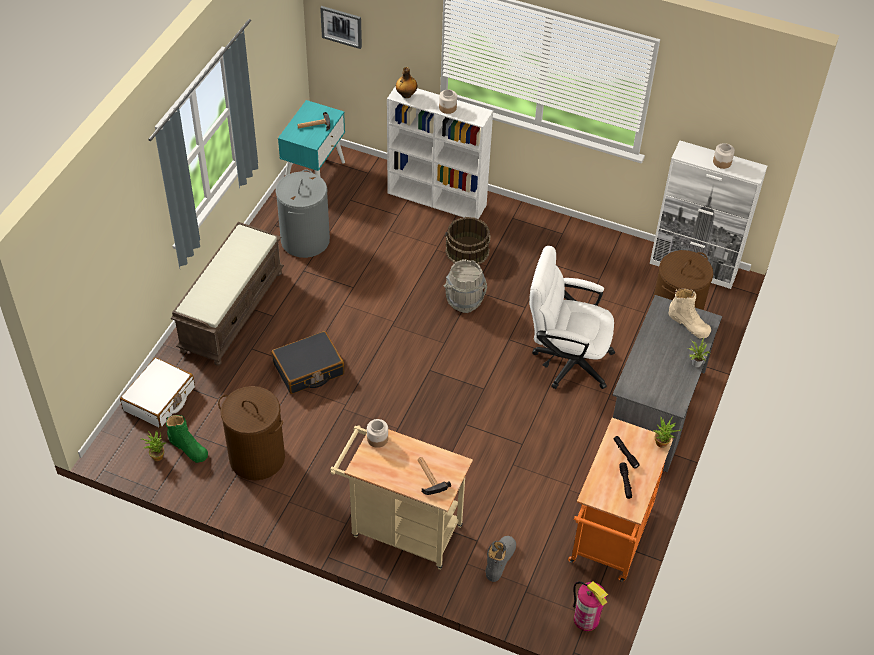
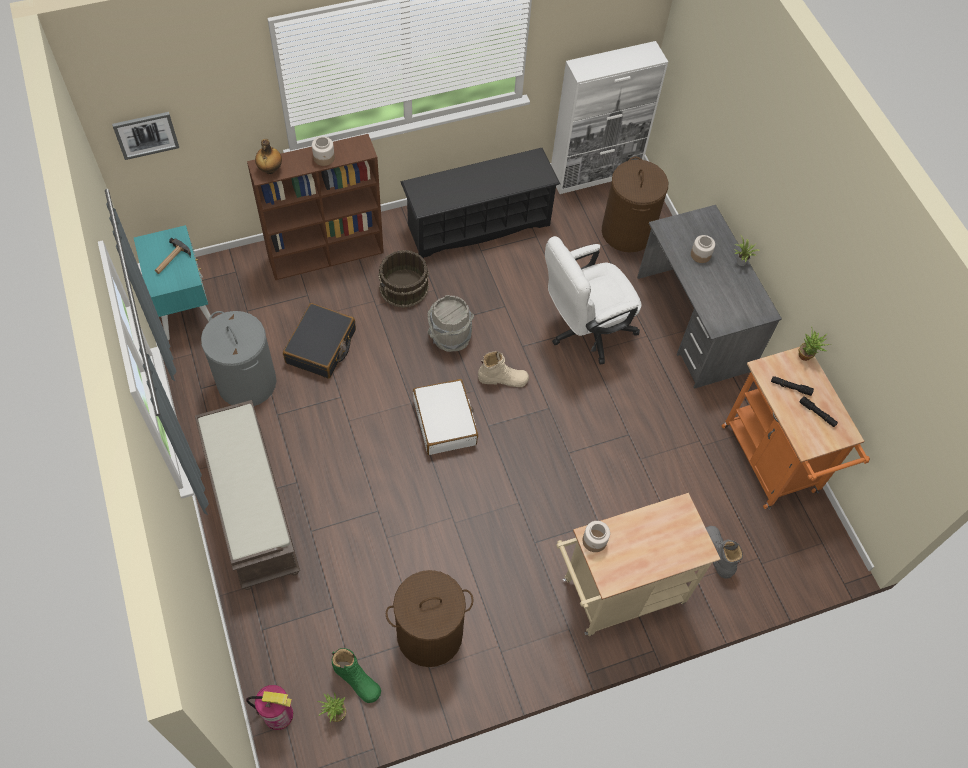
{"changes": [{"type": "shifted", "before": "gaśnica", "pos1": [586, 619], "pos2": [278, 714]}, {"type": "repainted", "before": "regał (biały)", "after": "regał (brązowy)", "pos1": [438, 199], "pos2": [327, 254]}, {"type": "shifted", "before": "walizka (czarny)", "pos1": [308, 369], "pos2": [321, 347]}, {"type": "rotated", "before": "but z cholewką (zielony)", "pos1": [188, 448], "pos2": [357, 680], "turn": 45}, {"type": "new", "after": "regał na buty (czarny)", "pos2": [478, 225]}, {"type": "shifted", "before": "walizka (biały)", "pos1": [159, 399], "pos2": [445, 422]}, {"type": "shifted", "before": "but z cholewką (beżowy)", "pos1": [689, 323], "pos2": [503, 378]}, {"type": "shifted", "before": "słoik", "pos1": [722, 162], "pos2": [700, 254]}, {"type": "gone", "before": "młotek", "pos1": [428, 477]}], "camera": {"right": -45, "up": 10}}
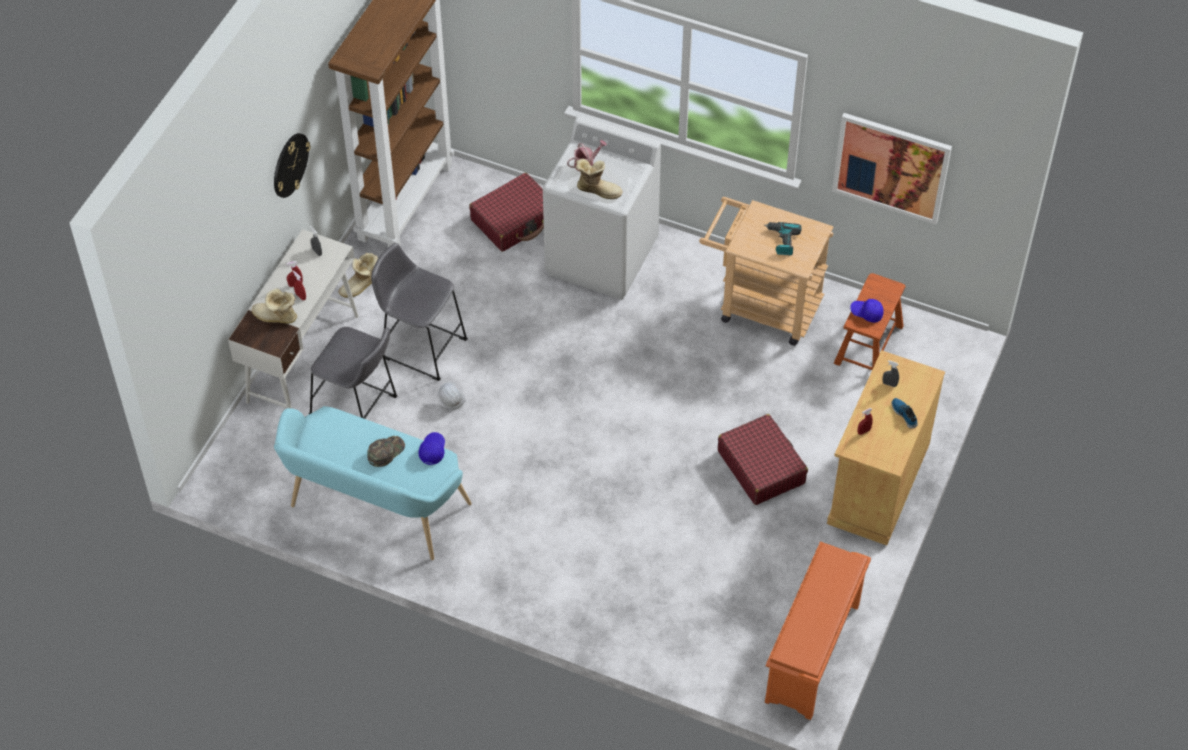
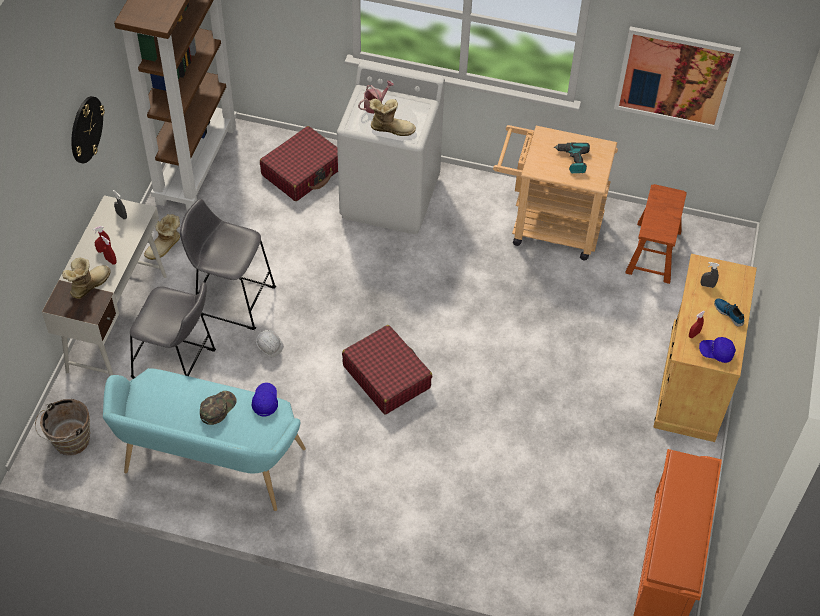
{"changes": [{"type": "new", "after": "wiadro (brązowy)", "pos2": [69, 441]}, {"type": "rotated", "before": "but z cholewką", "pos1": [276, 318], "pos2": [88, 285], "turn": 120}, {"type": "shifted", "before": "walizka (czerwony)", "pos1": [761, 466], "pos2": [386, 376]}, {"type": "shifted", "before": "czapka z daszkiem (niebieski)", "pos1": [866, 313], "pos2": [716, 353]}], "camera": {"right": -10, "up": 0}}
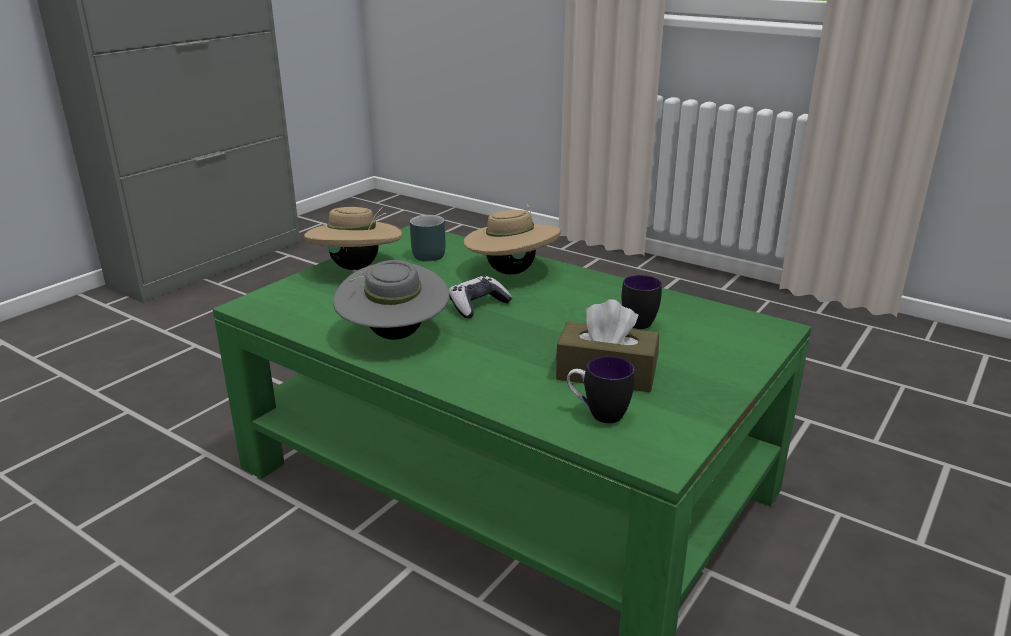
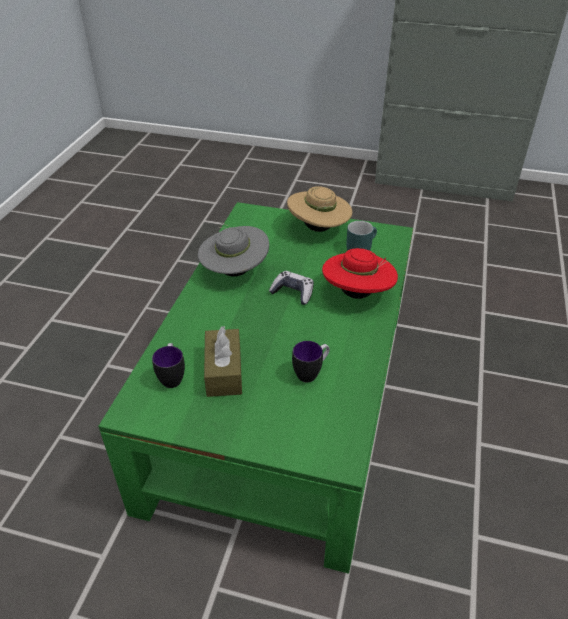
{"changes": [{"type": "repainted", "before": "kapelusz (beżowy)", "after": "kapelusz (czerwony)", "pos1": [511, 271], "pos2": [357, 294]}], "camera": {"right": 70, "up": 15}}
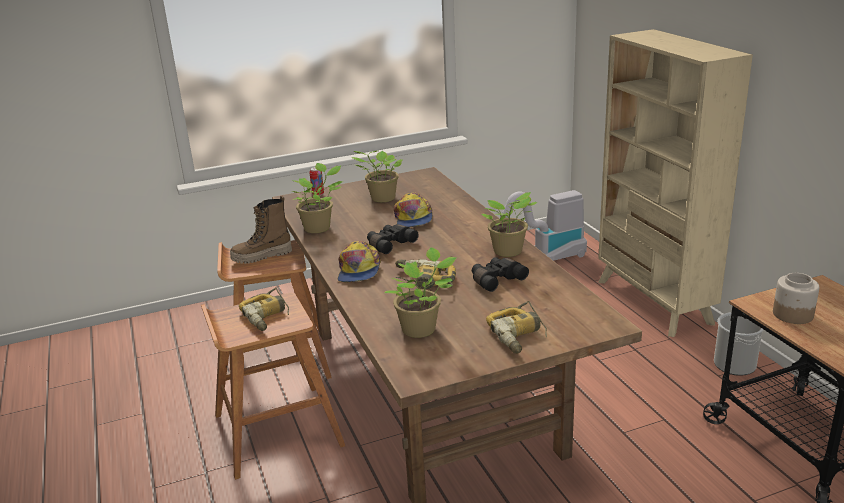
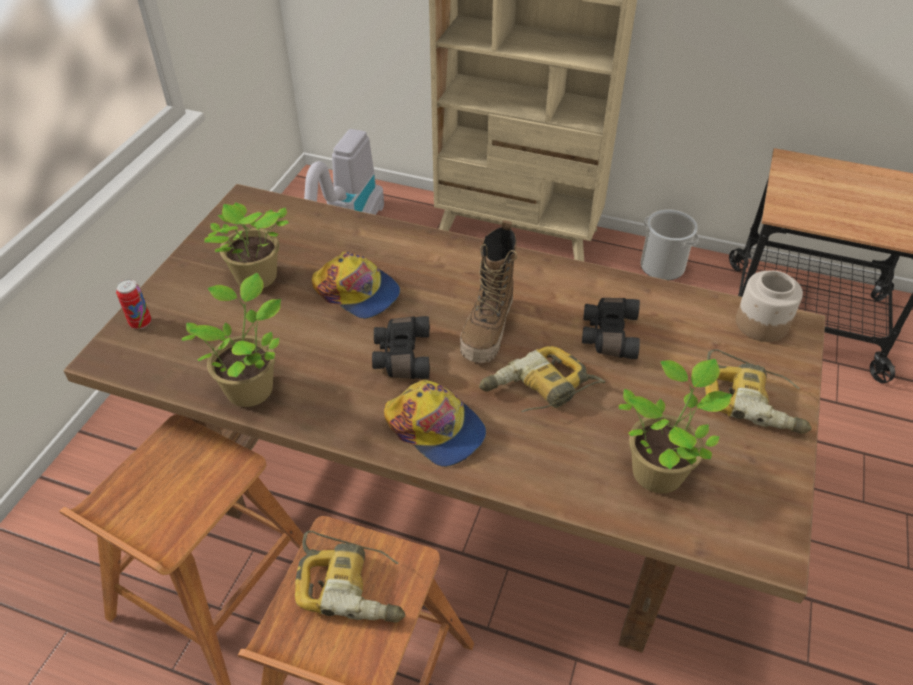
{"changes": [{"type": "shifted", "before": "but z cholewką", "pos1": [262, 256], "pos2": [488, 331]}, {"type": "shifted", "before": "słoik", "pos1": [792, 314], "pos2": [761, 324]}, {"type": "gone", "before": "roślina doniczkowa", "pos1": [508, 252]}], "camera": {"right": -50, "up": 20}}
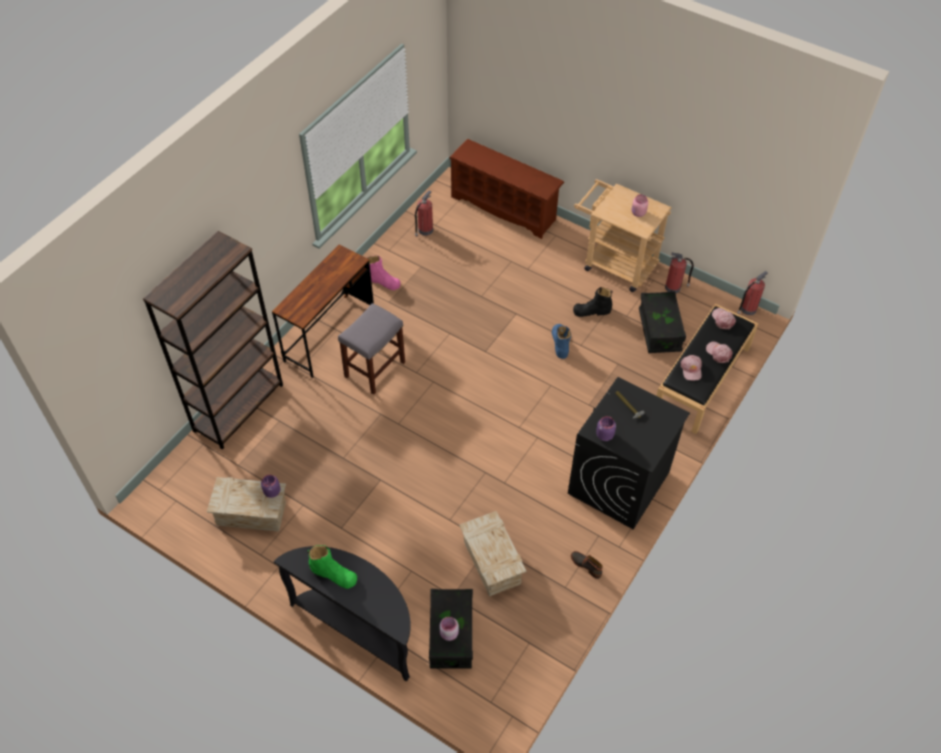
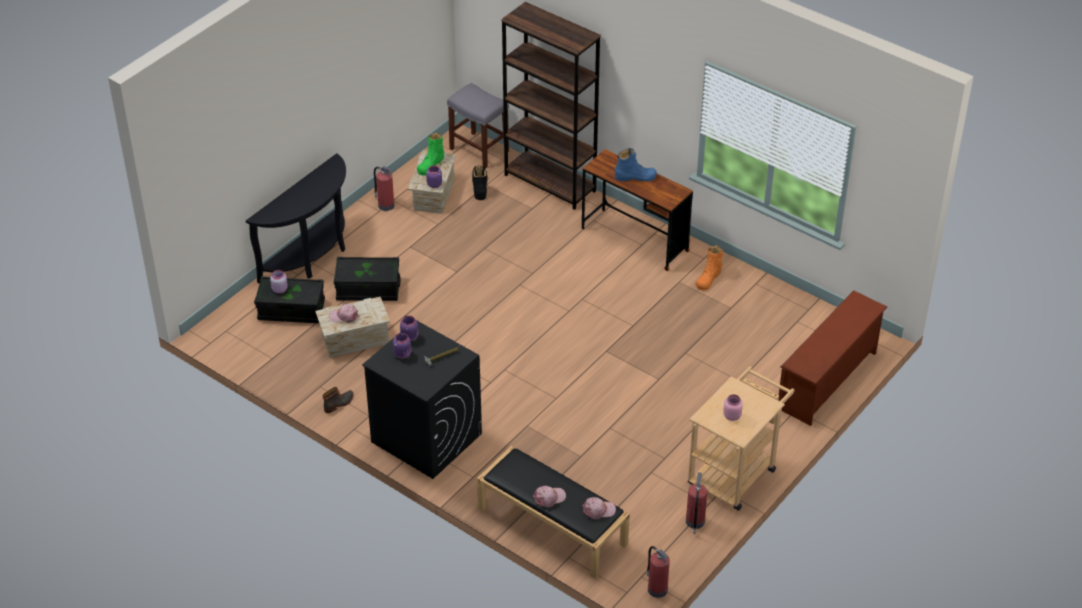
{"changes": [{"type": "shifted", "before": "czapka z daszkiem (różowy)", "pos1": [691, 369], "pos2": [344, 316]}, {"type": "shifted", "before": "pojemnik do przechowywania (czarny)", "pos1": [659, 330], "pos2": [368, 289]}, {"type": "shifted", "before": "gaśnica", "pos1": [425, 230], "pos2": [385, 205]}, {"type": "new", "after": "słoik (fioletowy)", "pos2": [403, 354]}, {"type": "shifted", "before": "but z cholewką (zielony)", "pos1": [333, 574], "pos2": [431, 164]}, {"type": "shifted", "before": "stołek (szary)", "pos1": [374, 370], "pos2": [478, 150]}, {"type": "shifted", "before": "but z cholewką (czarny)", "pos1": [592, 311], "pos2": [480, 187]}, {"type": "shifted", "before": "but z cholewką (niebieski)", "pos1": [560, 343], "pos2": [635, 177]}, {"type": "repainted", "before": "but z cholewką (różowy)", "after": "but z cholewką (pomarańczowy)", "pos1": [383, 281], "pos2": [708, 278]}], "camera": {"right": 95, "up": -10}}
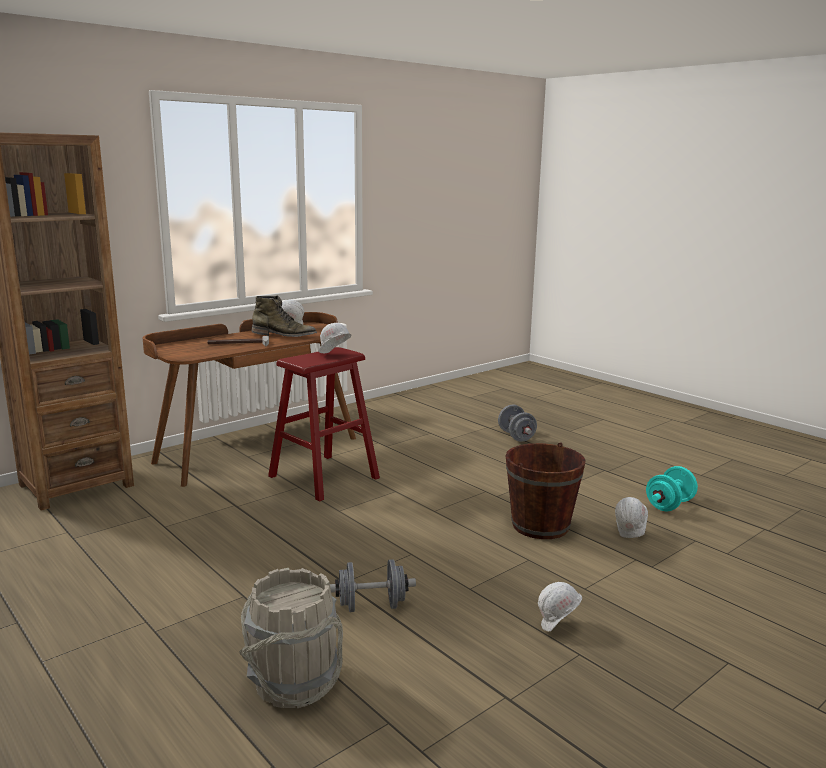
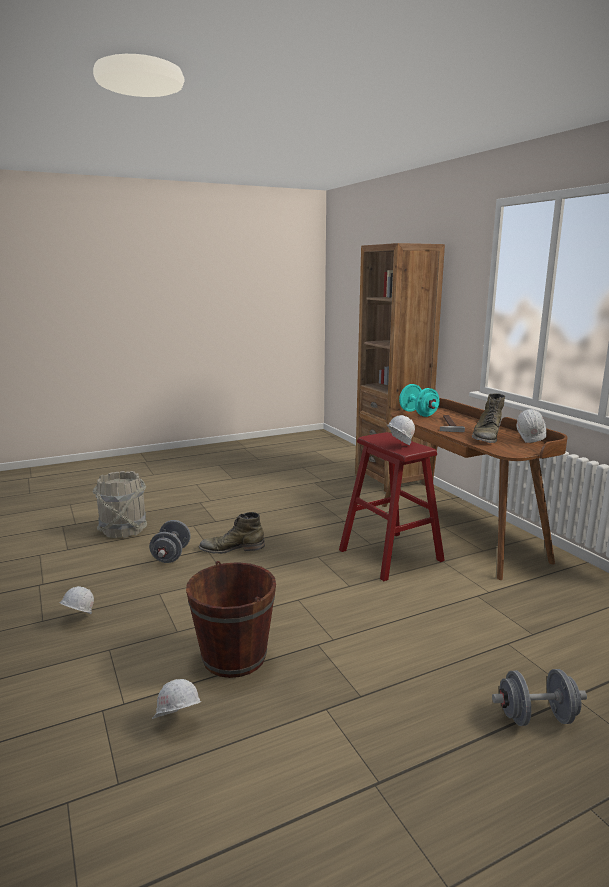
{"changes": [{"type": "new", "after": "but z cholewką (zielony)", "pos2": [232, 548]}, {"type": "shifted", "before": "hantel (turkusowy)", "pos1": [669, 505], "pos2": [418, 413]}], "camera": {"right": 105, "up": 0}}
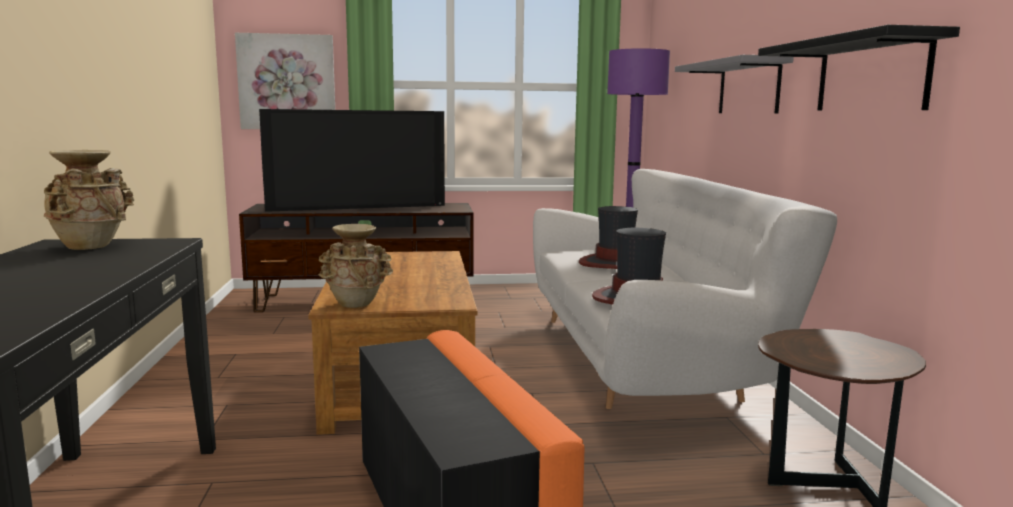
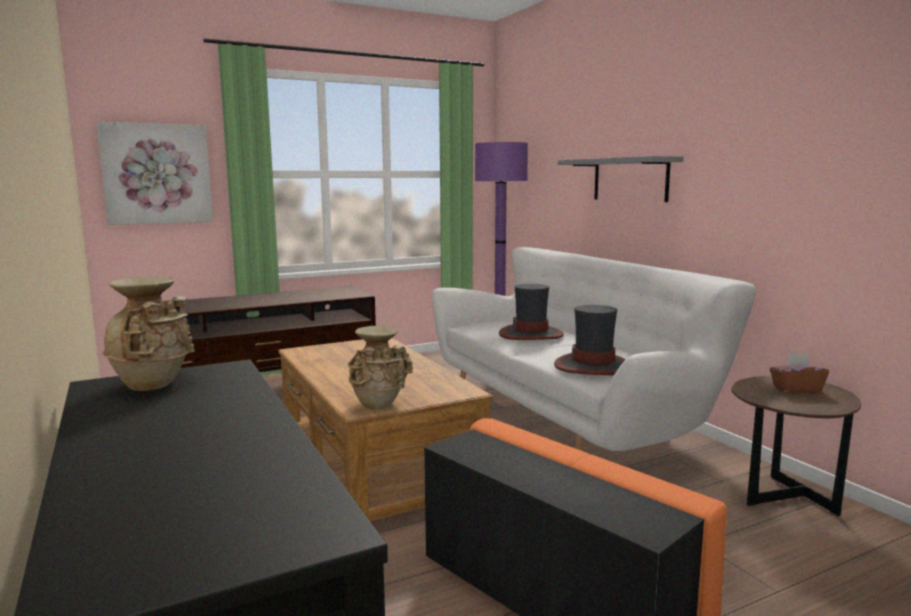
{"changes": [{"type": "new", "after": "pudełko chusteczek (brązowy)", "pos2": [796, 389]}, {"type": "gone", "before": "telewizor", "pos1": [357, 207]}, {"type": "gone", "before": "półka (czarny)", "pos1": [871, 75]}], "camera": {"right": -20, "up": 0}}
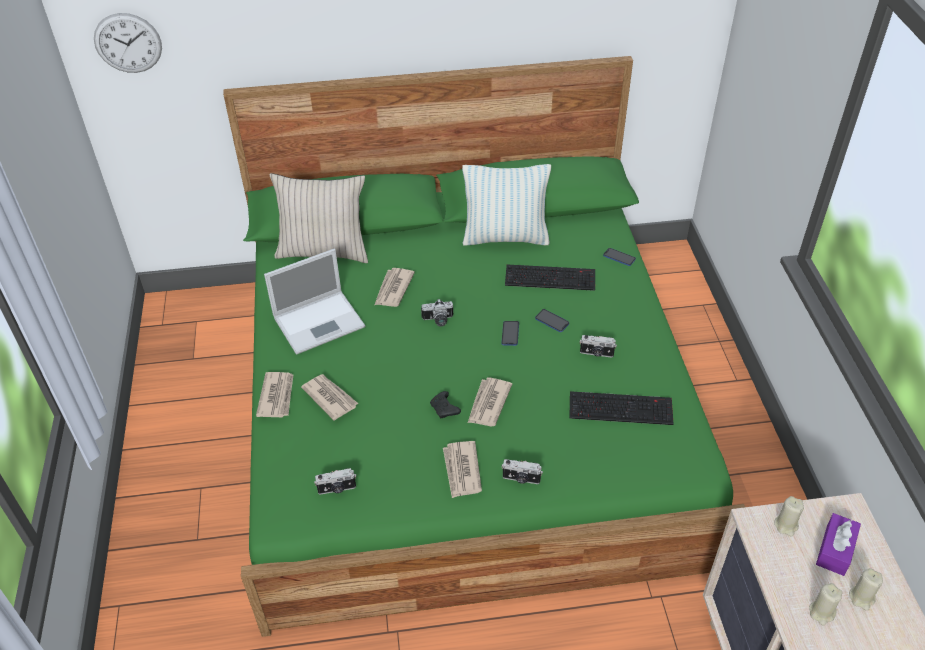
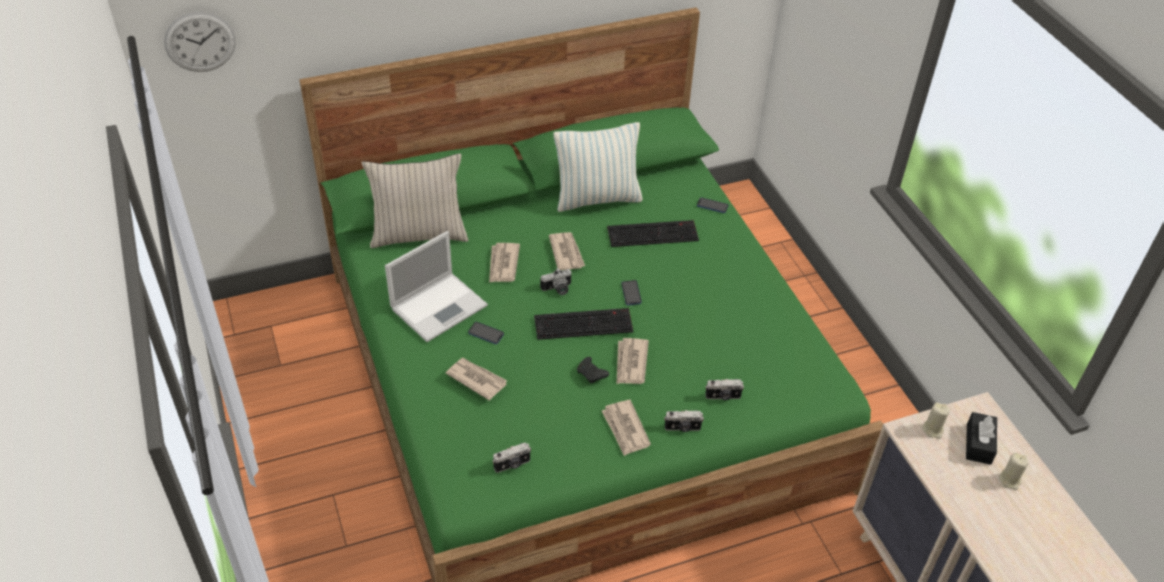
{"changes": [{"type": "shifted", "before": "telefon", "pos1": [552, 321], "pos2": [486, 333]}, {"type": "shifted", "before": "klawiatura", "pos1": [621, 407], "pos2": [584, 323]}, {"type": "shifted", "before": "gazeta", "pos1": [277, 396], "pos2": [566, 253]}, {"type": "shifted", "before": "aparat fotograficzny", "pos1": [596, 353], "pos2": [723, 397]}, {"type": "repainted", "before": "pudełko chusteczek (fioletowy)", "after": "pudełko chusteczek (czarny)", "pos1": [835, 550], "pos2": [978, 444]}, {"type": "gone", "before": "świeca (beżowy)", "pos1": [821, 612]}], "camera": {"right": -15, "up": 0}}
